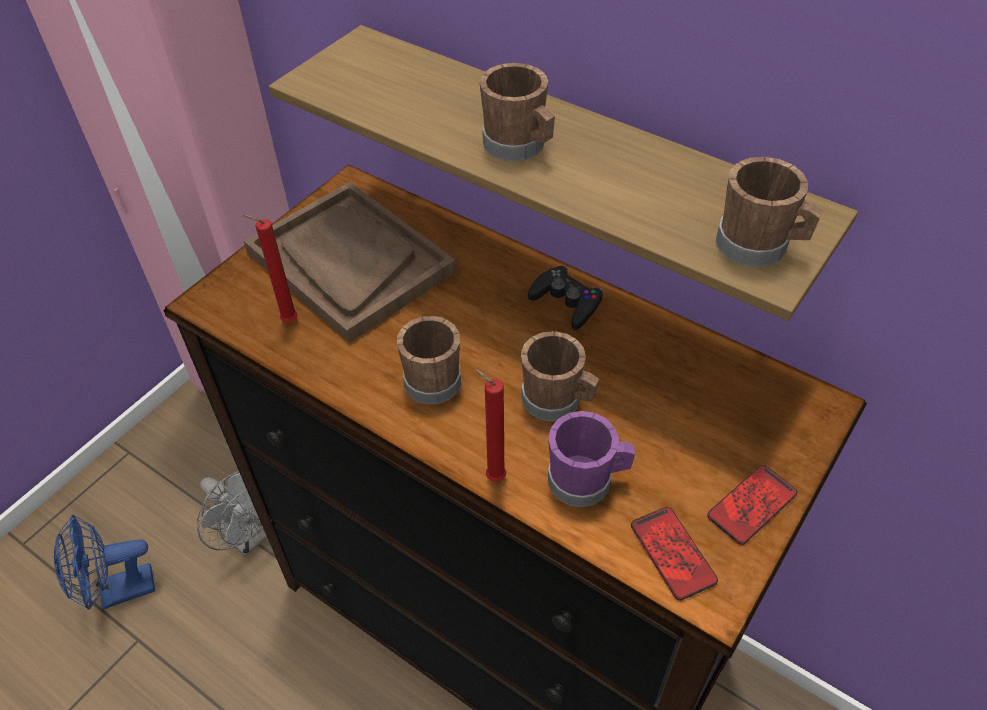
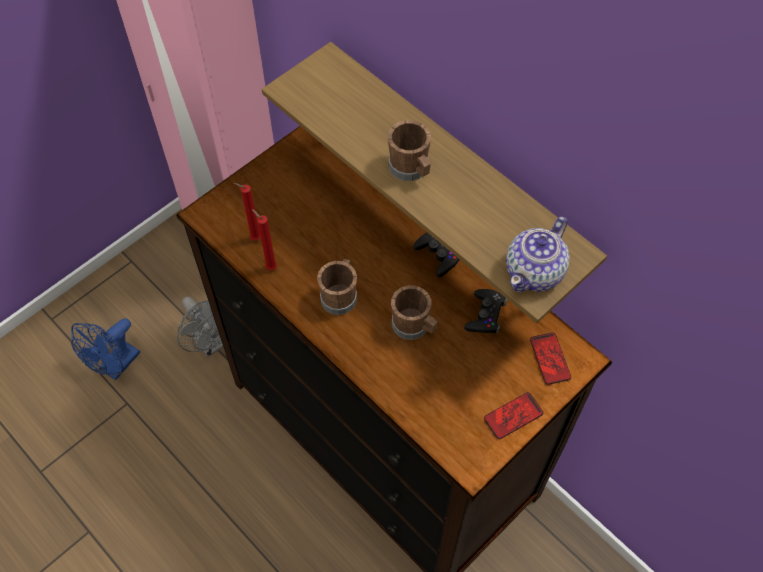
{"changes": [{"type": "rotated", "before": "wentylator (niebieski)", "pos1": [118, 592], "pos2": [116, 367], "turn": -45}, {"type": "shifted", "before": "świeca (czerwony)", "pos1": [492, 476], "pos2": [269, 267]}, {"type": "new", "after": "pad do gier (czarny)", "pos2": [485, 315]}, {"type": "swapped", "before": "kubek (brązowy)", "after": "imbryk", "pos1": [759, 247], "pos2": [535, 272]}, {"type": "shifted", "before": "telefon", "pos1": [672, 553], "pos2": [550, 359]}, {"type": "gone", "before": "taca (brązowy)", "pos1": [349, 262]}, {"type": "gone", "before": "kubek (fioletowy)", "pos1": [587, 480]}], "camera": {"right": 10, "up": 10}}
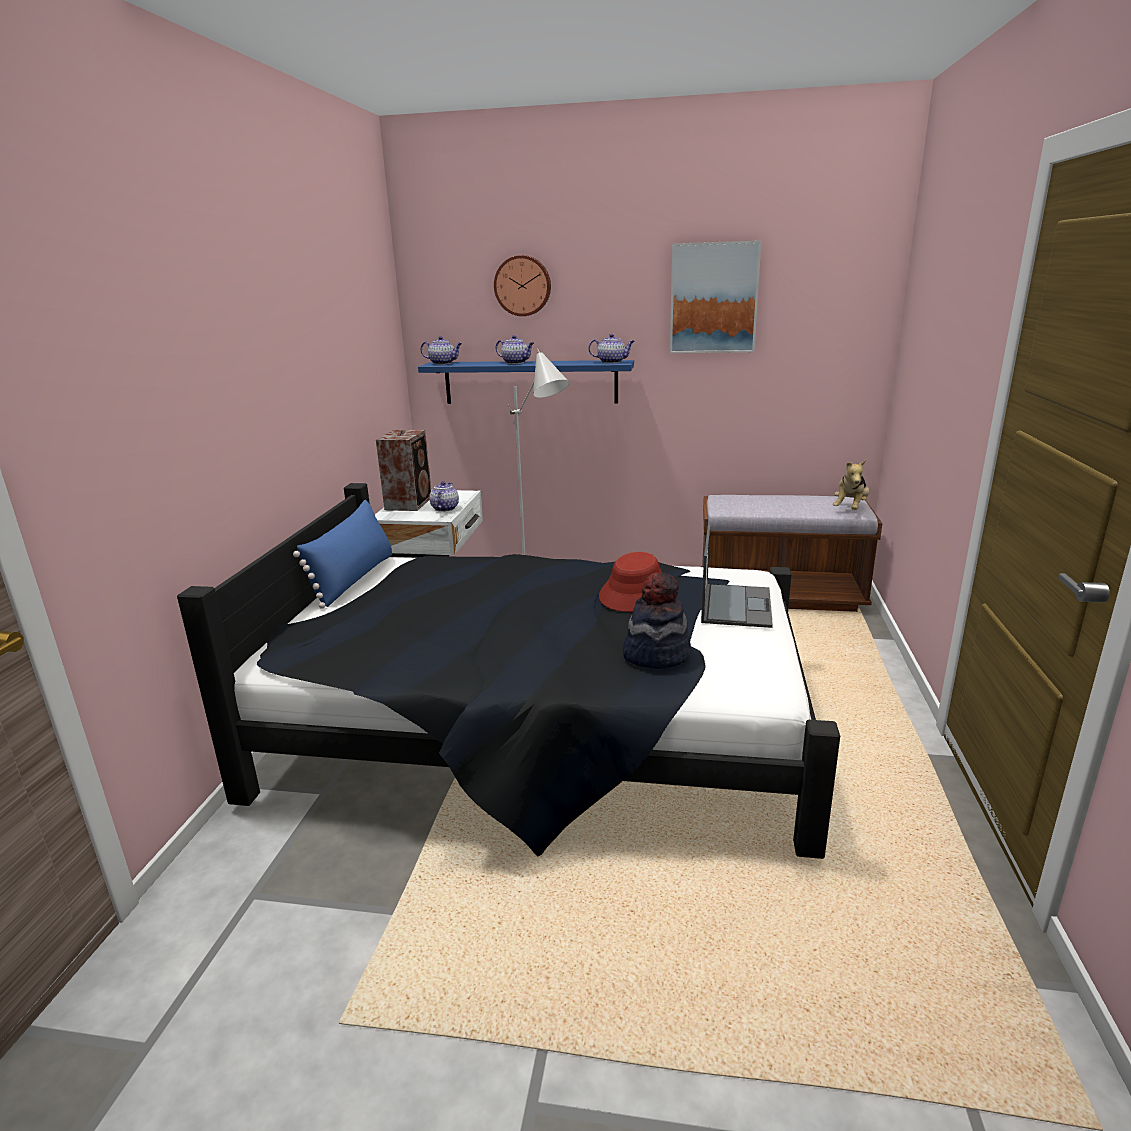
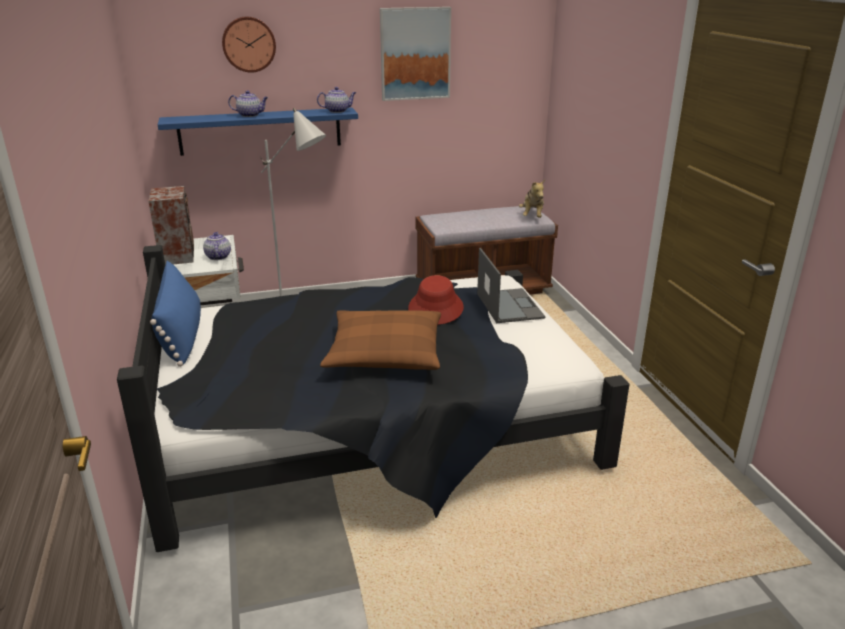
{"changes": [{"type": "new", "after": "poduszka (brązowy)", "pos2": [385, 353]}, {"type": "gone", "before": "imbryk", "pos1": [443, 363]}, {"type": "gone", "before": "kapelusz", "pos1": [656, 654]}], "camera": {"right": -25, "up": 5}}
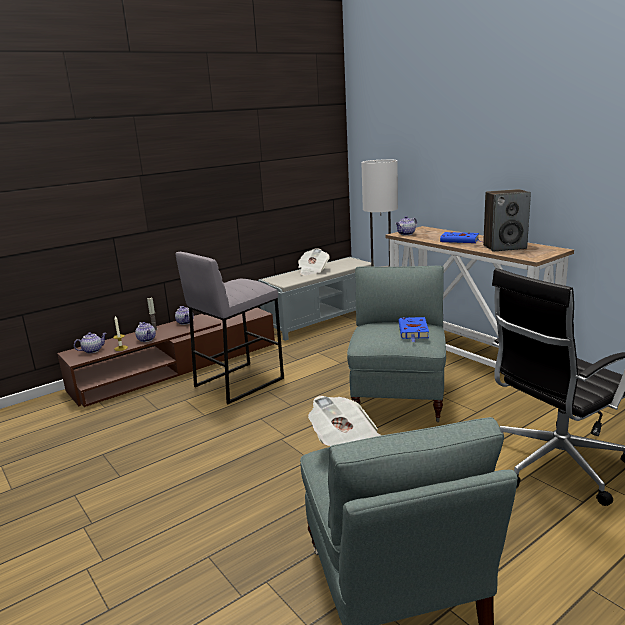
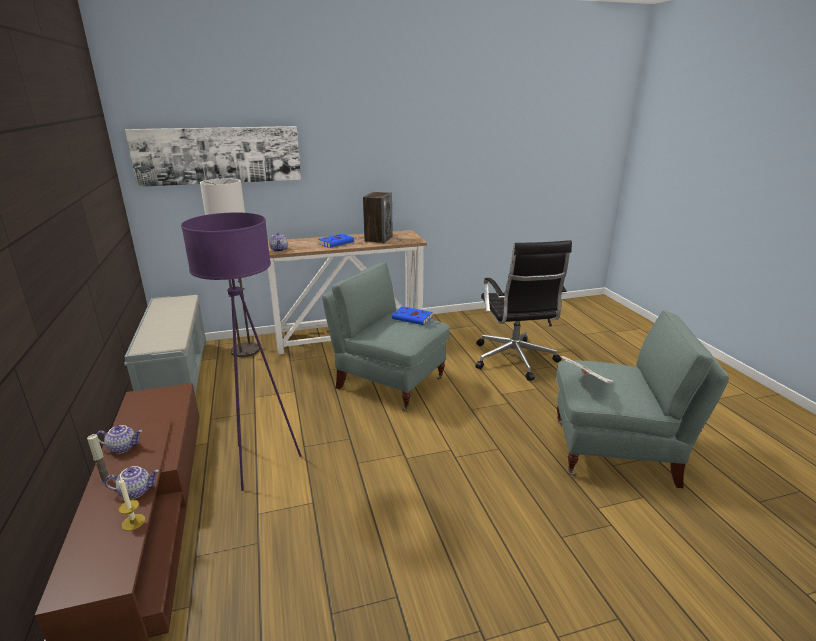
{"changes": [{"type": "new", "after": "obraz", "pos2": [218, 155]}, {"type": "swapped", "before": "stołek (szary)", "after": "lampa stojąca (fioletowy)", "pos1": [238, 382], "pos2": [260, 462]}, {"type": "gone", "before": "imbryk", "pos1": [92, 350]}, {"type": "gone", "before": "gazeta", "pos1": [312, 271]}], "camera": {"right": -70, "up": 5}}
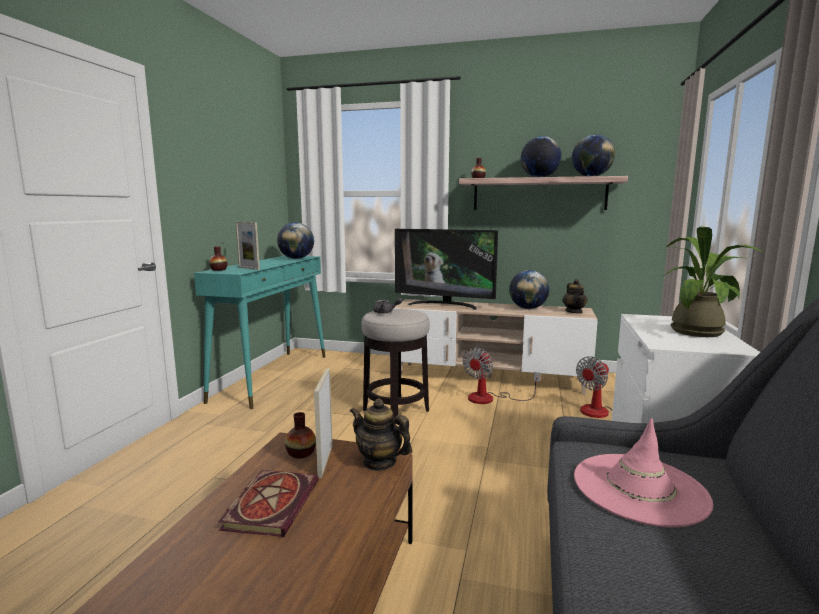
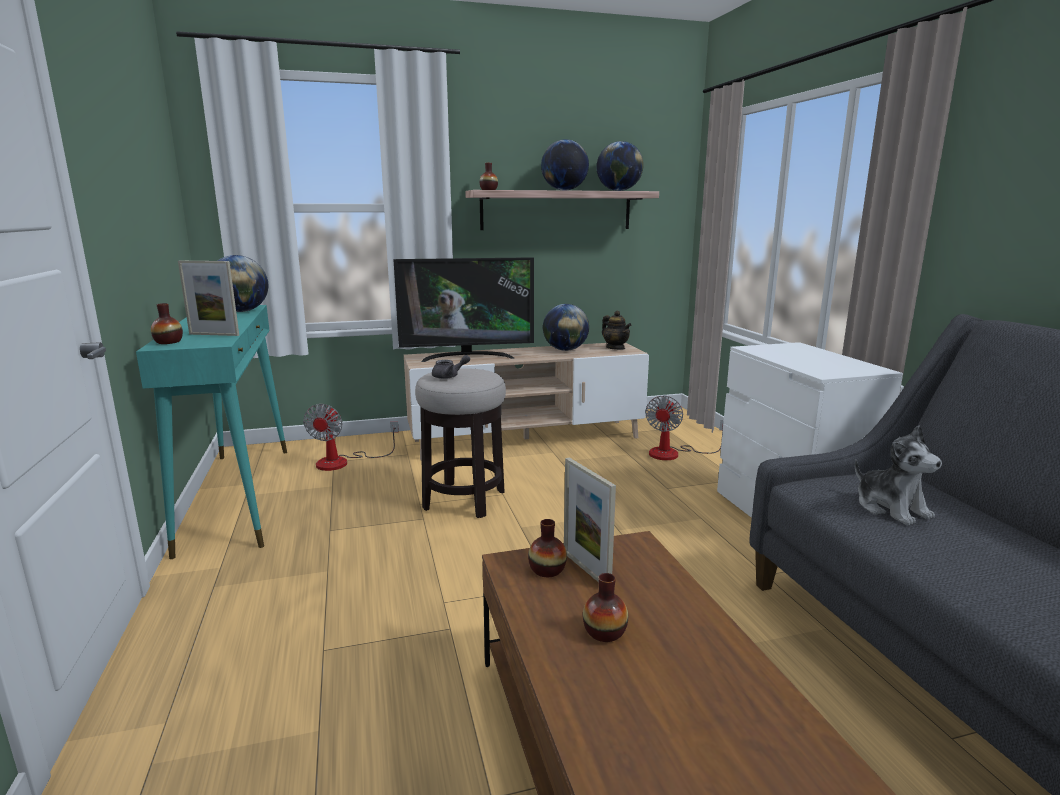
{"changes": [{"type": "shifted", "before": "wentylator", "pos1": [490, 398], "pos2": [343, 462]}, {"type": "swapped", "before": "książka", "after": "wazon", "pos1": [271, 503], "pos2": [604, 632]}, {"type": "swapped", "before": "kapelusz (różowy)", "after": "pluszak", "pos1": [639, 488], "pos2": [891, 508]}, {"type": "gone", "before": "imbryk", "pos1": [379, 462]}, {"type": "gone", "before": "roślina doniczkowa", "pos1": [700, 331]}], "camera": {"right": -30, "up": 5}}
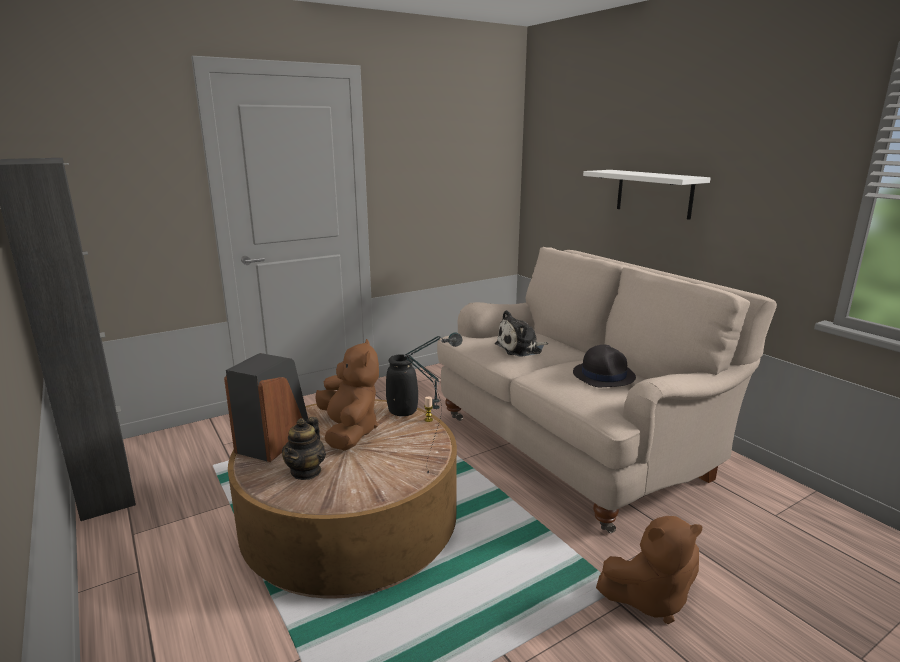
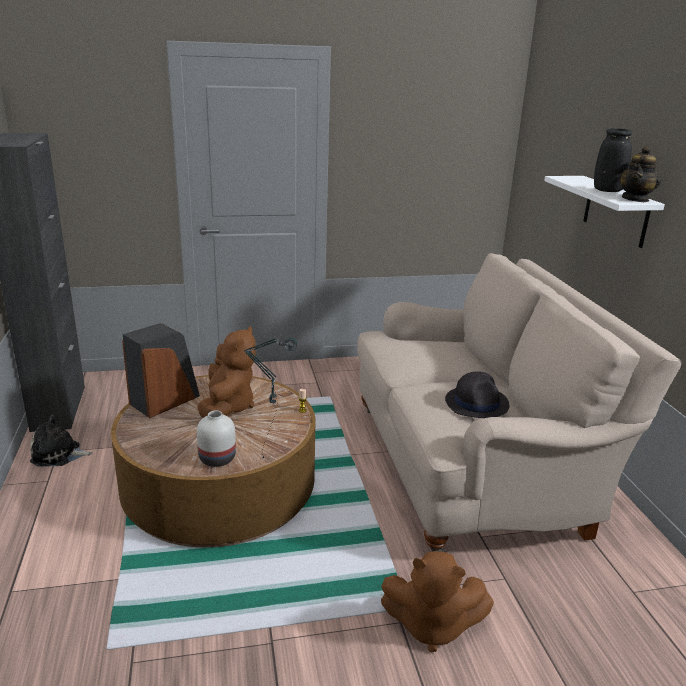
{"changes": [{"type": "shifted", "before": "pluszak", "pos1": [521, 348], "pos2": [58, 455]}, {"type": "new", "after": "wazon (biały)", "pos2": [218, 459]}, {"type": "shifted", "before": "wazon (czarny)", "pos1": [402, 412], "pos2": [607, 191]}, {"type": "shifted", "before": "imbryk", "pos1": [306, 471], "pos2": [635, 199]}], "camera": {"right": 20, "up": 5}}
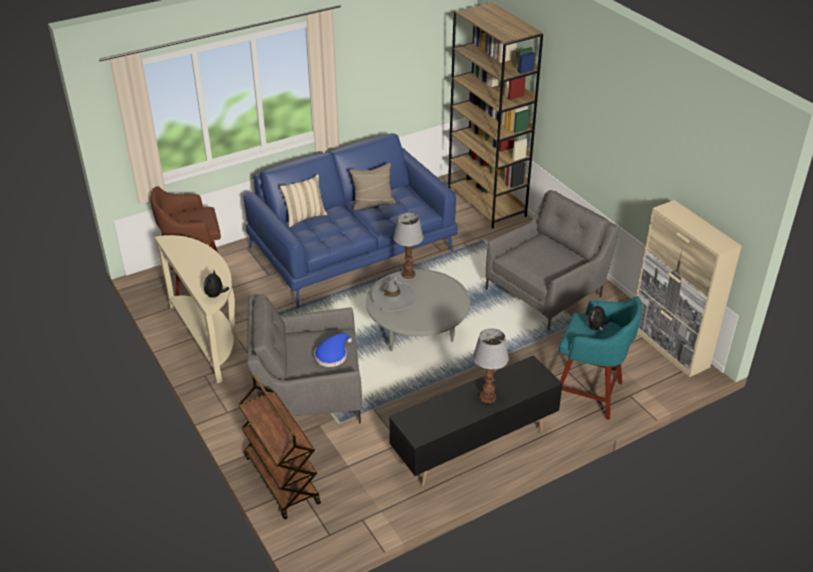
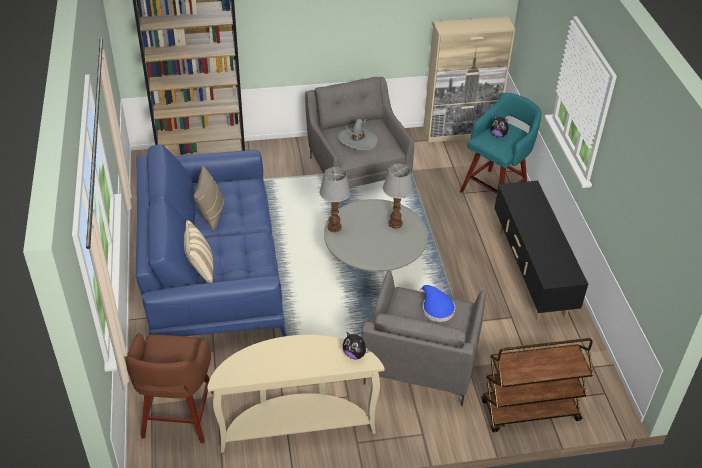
{"changes": [{"type": "shifted", "before": "kapelusz (szary)", "pos1": [393, 298], "pos2": [357, 140]}, {"type": "shifted", "before": "lampa stołowa", "pos1": [488, 397], "pos2": [395, 223]}], "camera": {"right": -70, "up": 5}}
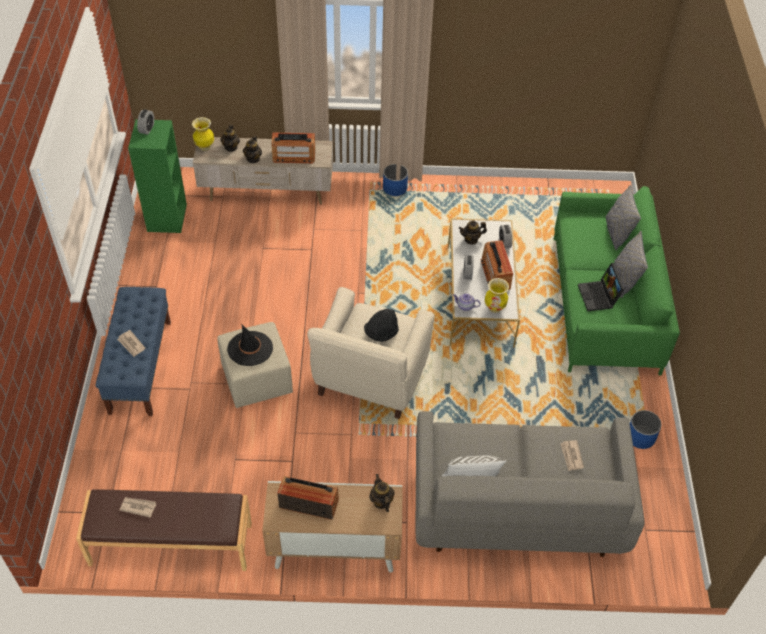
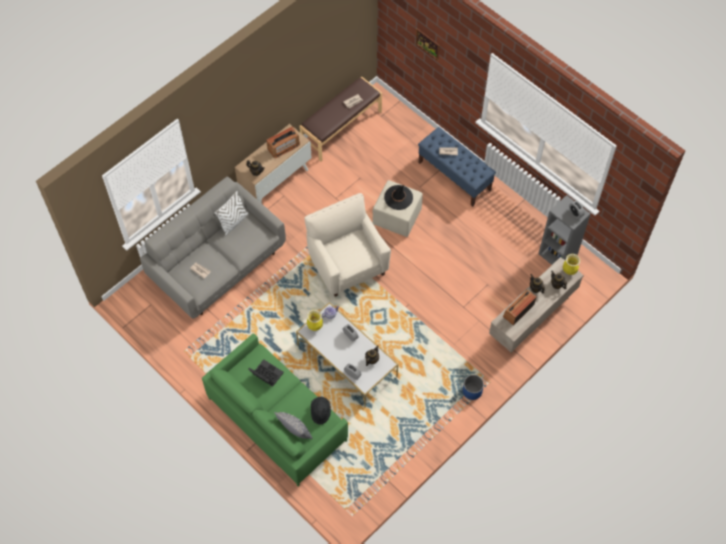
{"changes": [{"type": "shifted", "before": "kapelusz (czarny)", "pos1": [381, 333], "pos2": [320, 412]}, {"type": "new", "after": "obraz", "pos2": [428, 44]}, {"type": "repainted", "before": "regał (zielony)", "after": "regał (szary)", "pos1": [166, 217], "pos2": [558, 255]}, {"type": "gone", "before": "radio", "pos1": [495, 274]}, {"type": "gone", "before": "poduszka (szary)", "pos1": [624, 280]}, {"type": "gone", "before": "donica (niebieski)", "pos1": [640, 437]}], "camera": {"right": 135, "up": 10}}
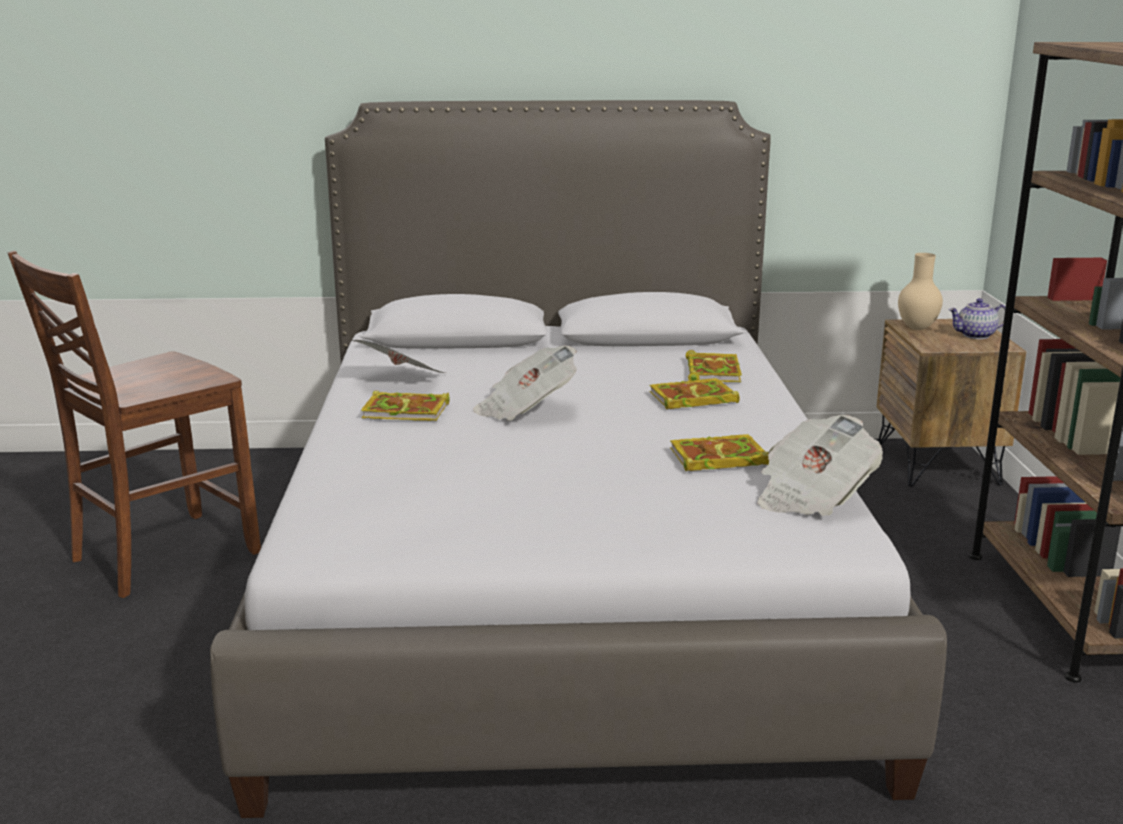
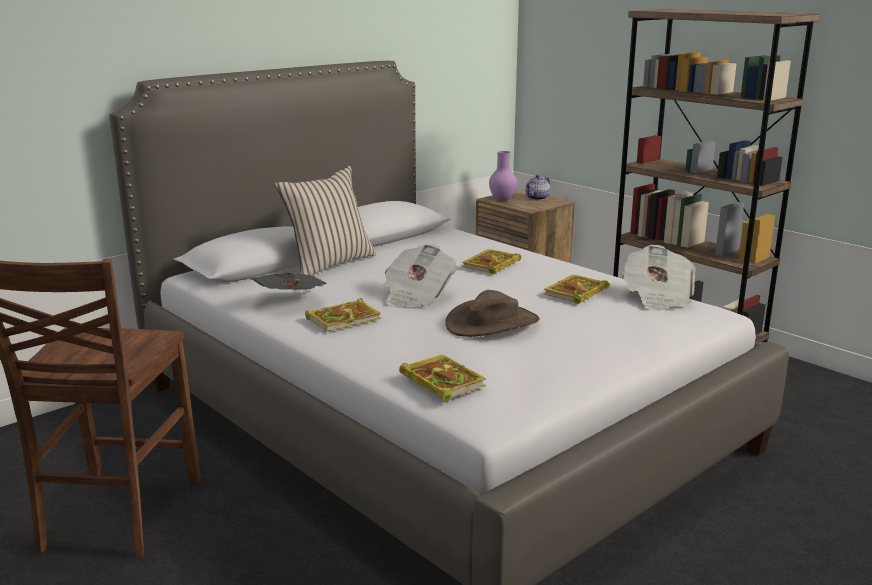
{"changes": [{"type": "new", "after": "poduszka (beżowy)", "pos2": [329, 263]}, {"type": "shifted", "before": "książka", "pos1": [712, 371], "pos2": [440, 381]}, {"type": "new", "after": "kapelusz (brązowy)", "pos2": [492, 323]}, {"type": "repainted", "before": "wazon (beżowy)", "after": "wazon (fioletowy)", "pos1": [918, 328], "pos2": [503, 200]}], "camera": {"right": -40, "up": 0}}
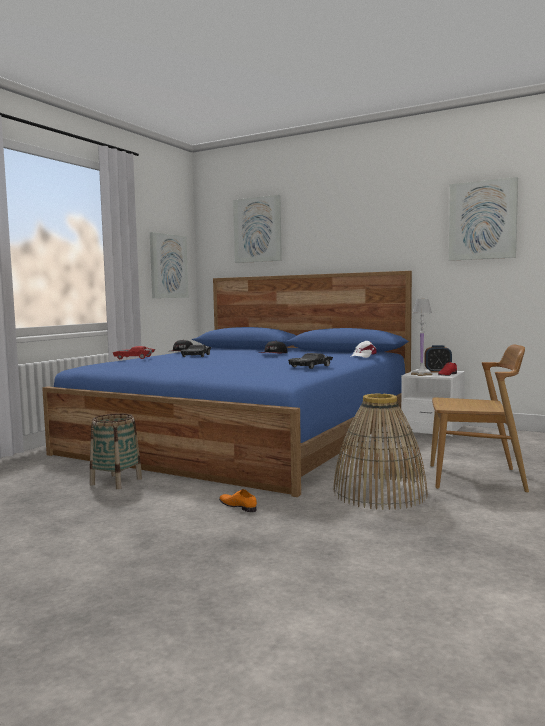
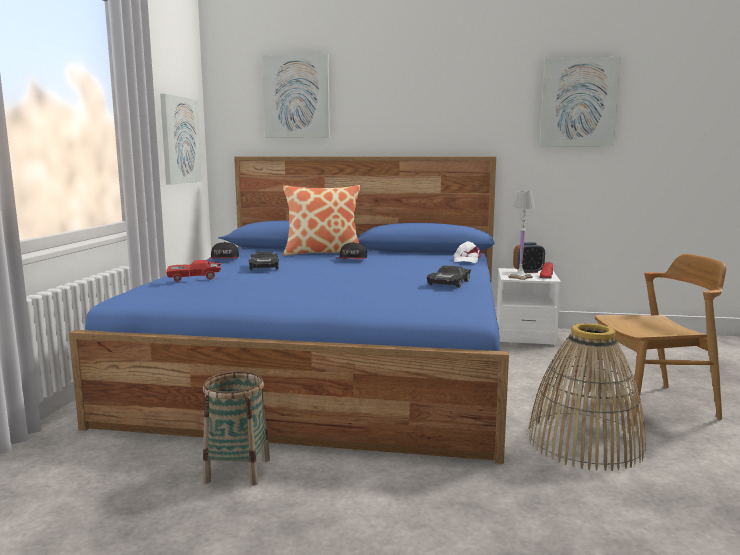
{"changes": [{"type": "new", "after": "poduszka", "pos2": [323, 253]}, {"type": "gone", "before": "but (pomarańczowy)", "pos1": [238, 505]}], "camera": {"right": -20, "up": 5}}
